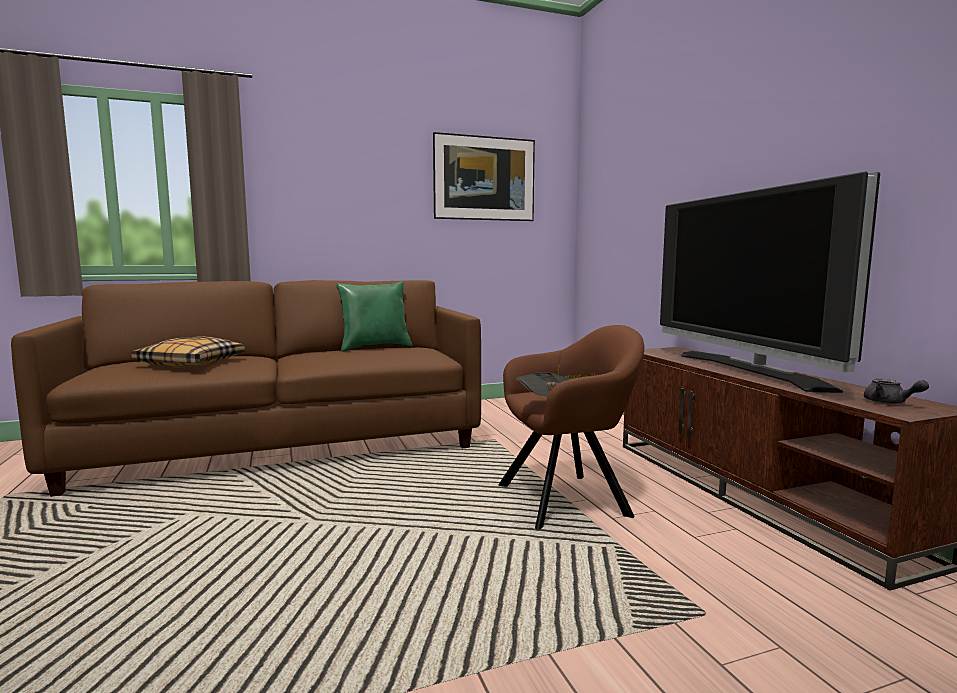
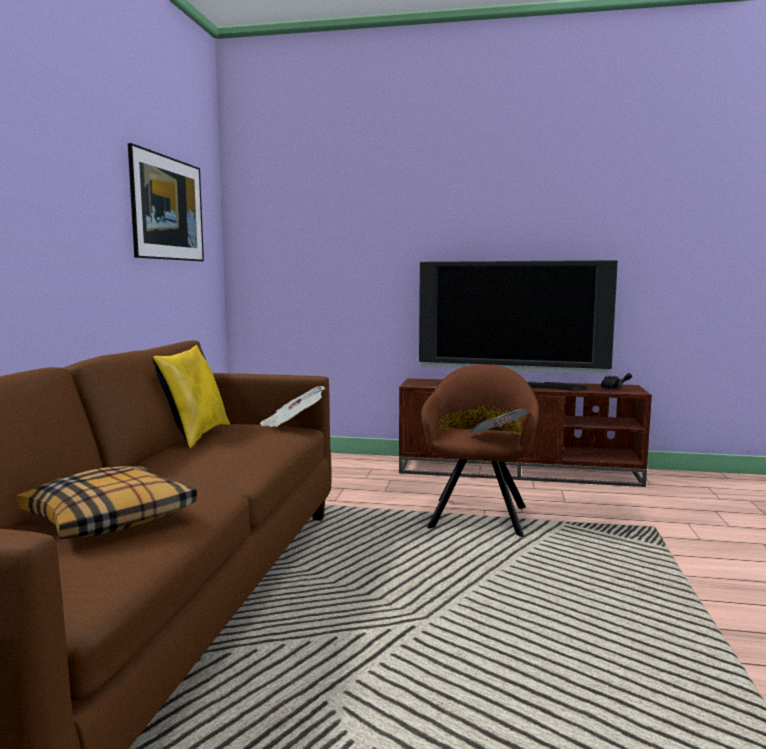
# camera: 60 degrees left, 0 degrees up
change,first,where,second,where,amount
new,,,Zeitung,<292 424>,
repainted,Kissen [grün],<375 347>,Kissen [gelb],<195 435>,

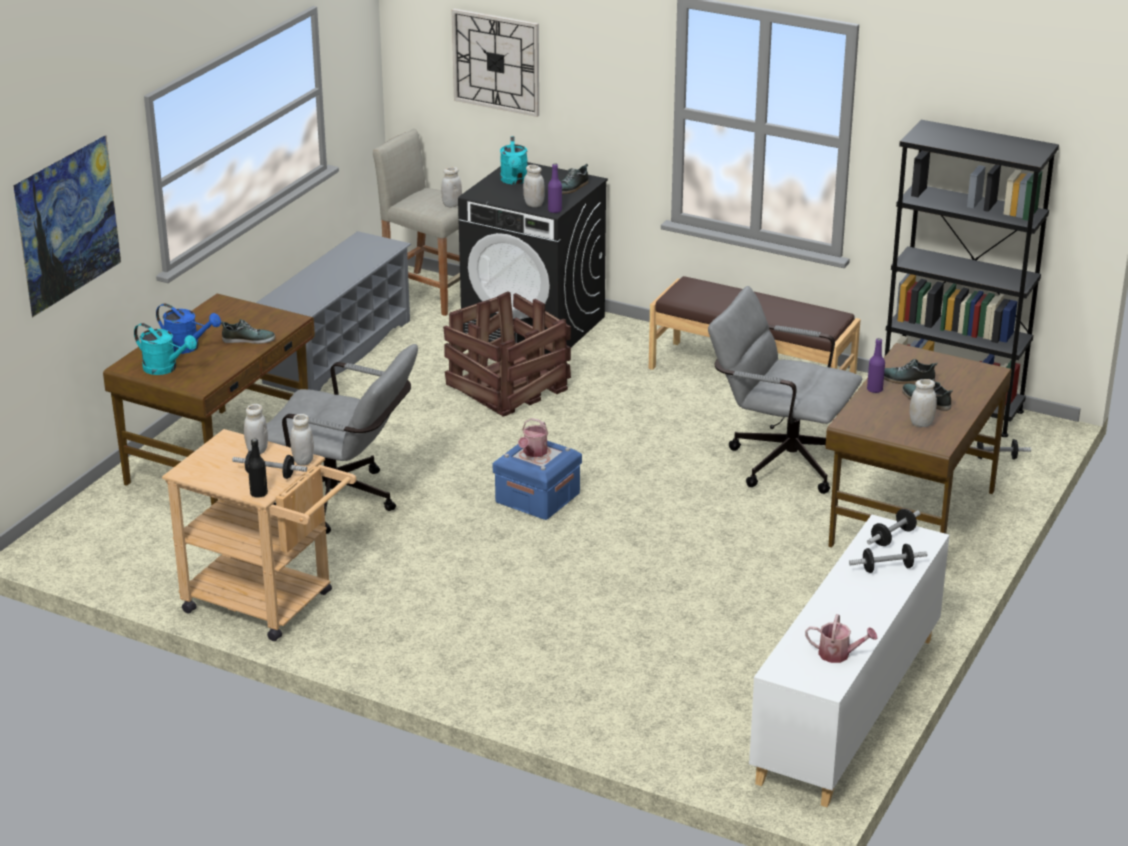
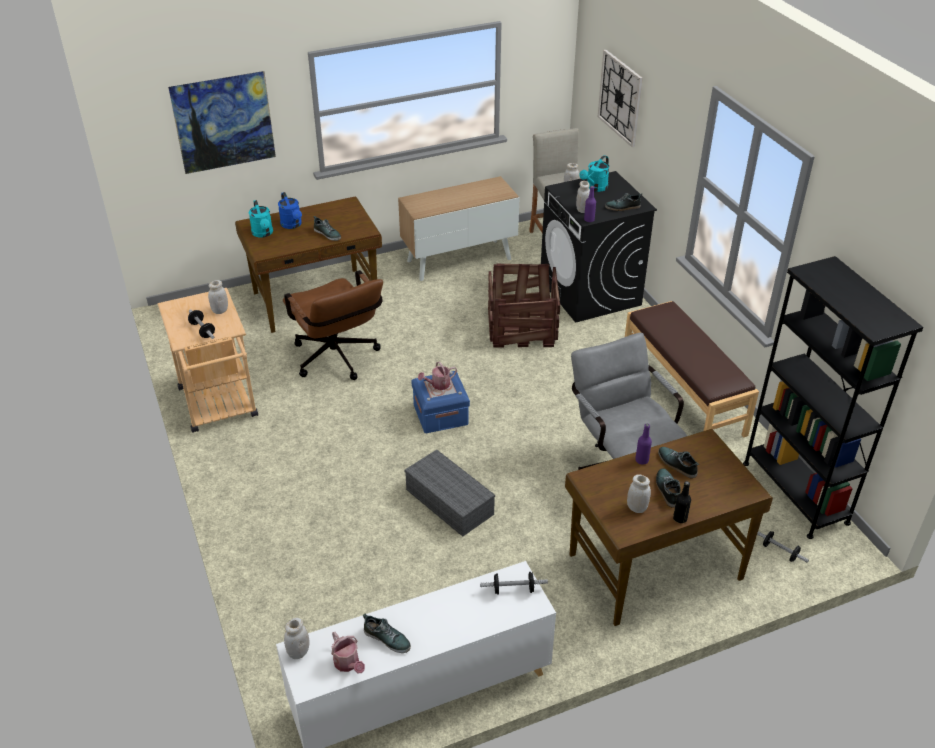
# camera: 40 degrees right, 10 degrees up
change,first,where,second,where,amount
gone,Hantel,<887 568>,,,
new,,,Schuh,<387 638>,
new,,,Aufbewahrungsbox [grau],<451 502>,
shifted,Flasche [schwarz],<259 493>,,<680 518>,
shifted,Vorratsglas [weiß],<303 461>,,<298 652>,
swapped,Schuhregal [grau],<337 352>,Schrank,<459 259>,
repainted,Bürostuhl [grau],<344 502>,Bürostuhl [braun],<338 361>,

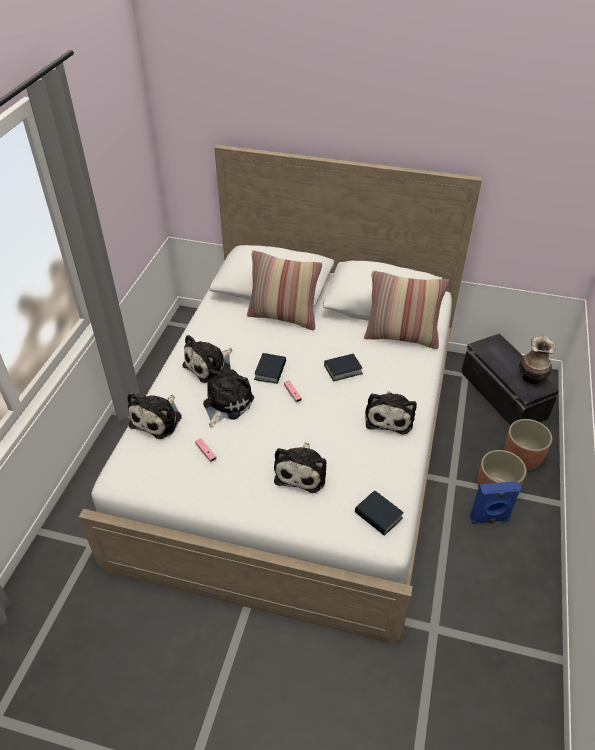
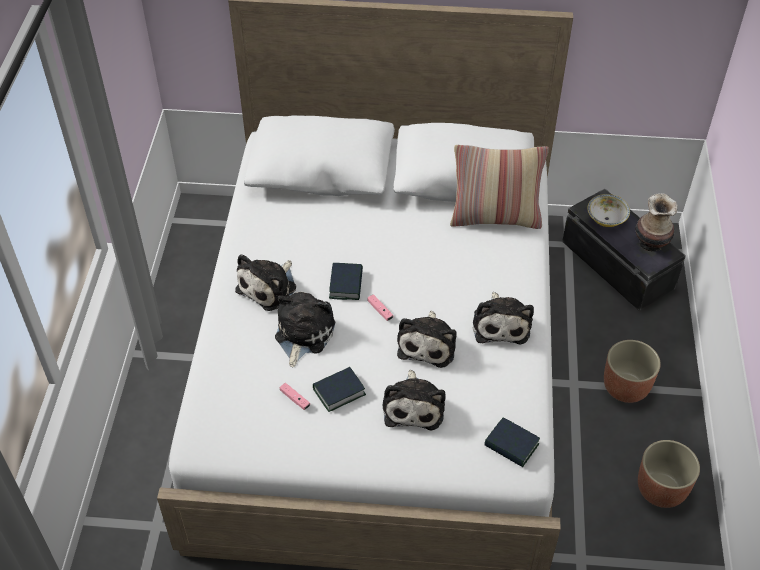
# camera: 10 degrees left, 5 degrees up
change,first,where,second,where,amount
gone,Kissen,<283 317>,,,
gone,Lautsprecher [blau],<489 519>,,,
new,,,Schüssel,<606 219>,
shifted,Plüschtier,<158 419>,,<428 343>,
shifted,Buch,<343 370>,,<339 392>,
shifted,Pflanzkübel,<522 457>,,<661 489>,

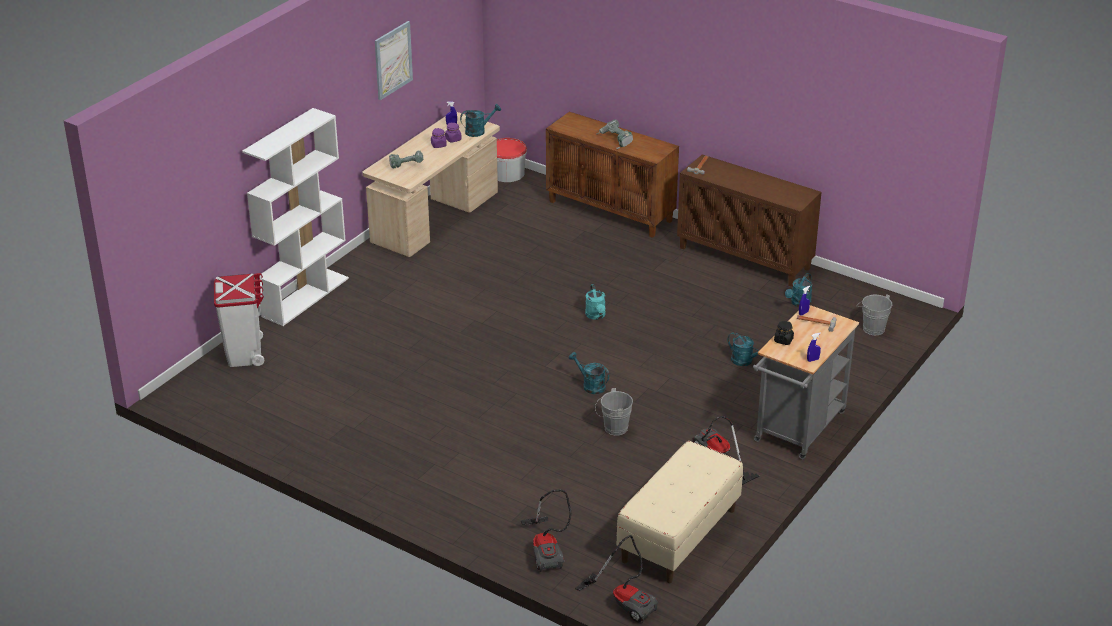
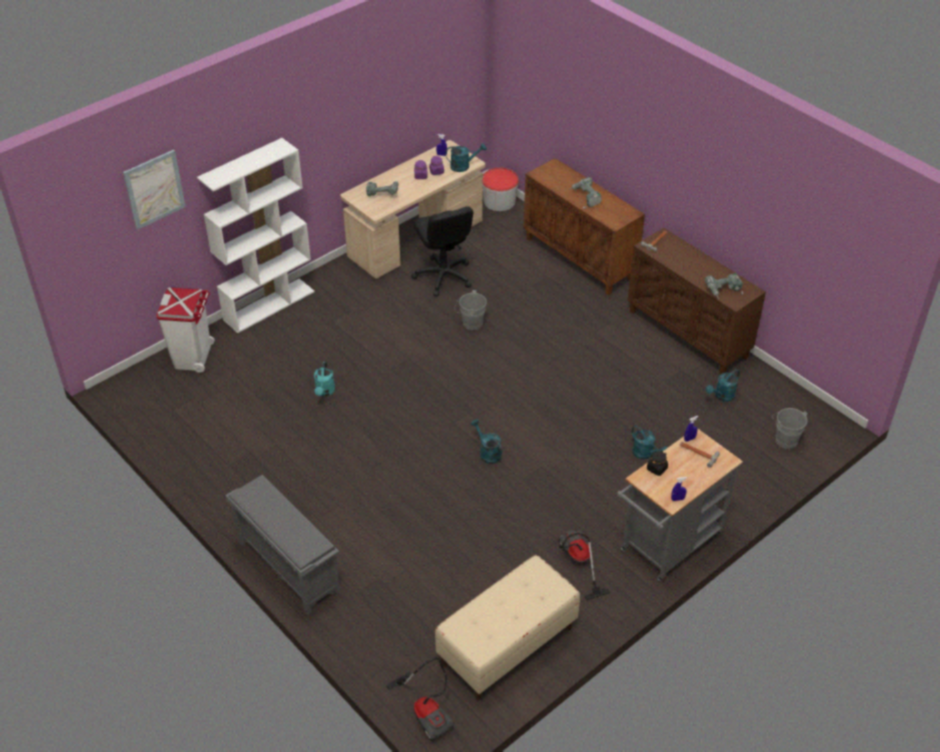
# camera: 15 degrees right, 10 degrees up
change,first,where,second,where,amount
gone,Staubsauger,<547 550>,,,
new,,,Schuhregal [grau],<287 566>,
new,,,Bürostuhl [schwarz],<443 276>,
new,,,Bohrmaschine,<723 292>,
shifted,Bild,<393 60>,,<154 189>,
shifted,Gießkanne [türkis],<596 316>,,<324 392>,
shifted,Eimer [grau],<613 428>,,<470 323>,

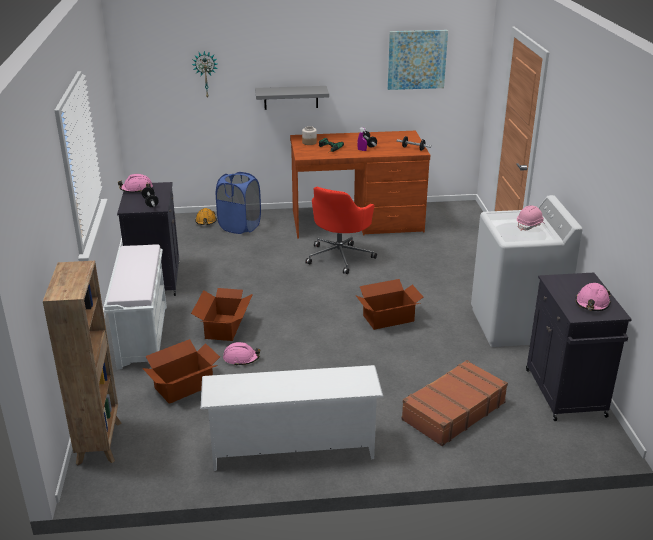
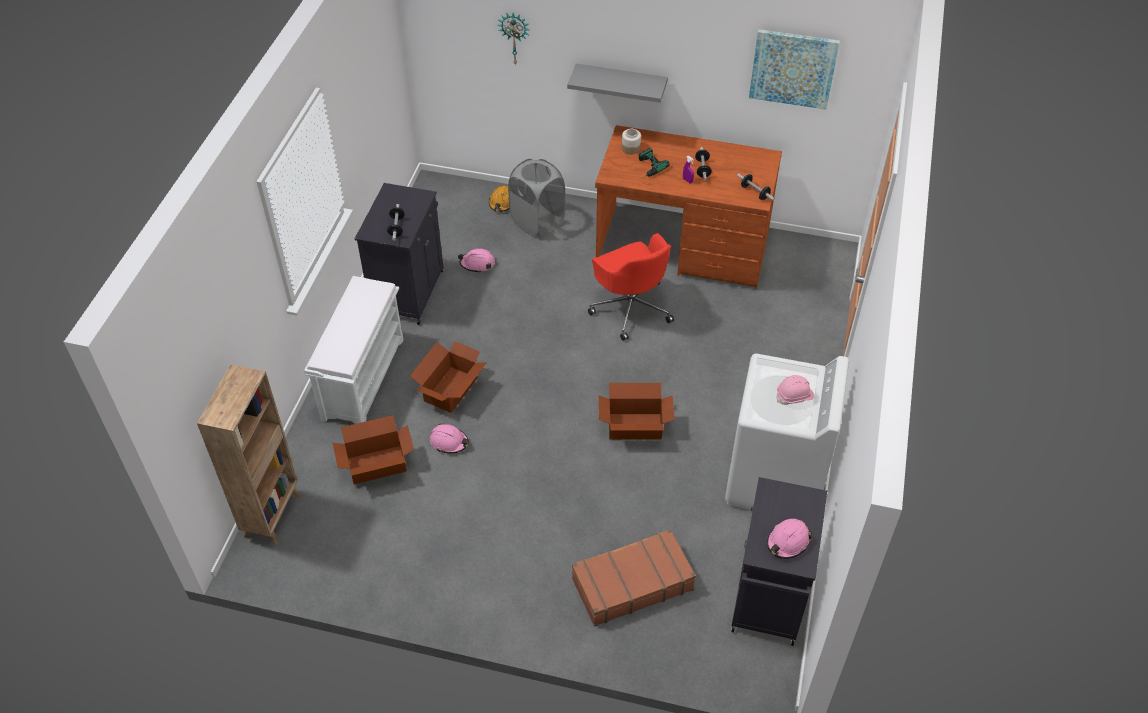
# camera: 20 degrees right, 20 degrees up
change,first,where,second,where,amount
gone,Schuhregal [weiß],<292 449>,,,
shifted,Schutzhelm [rosa],<136 189>,,<477 264>,
repainted,Wäschekorb [blau],<240 226>,Wäschekorb [grau],<537 222>,
rotated,Bürostuhl [rot],<340 256>,,<631 307>,75 degrees counterclockwise

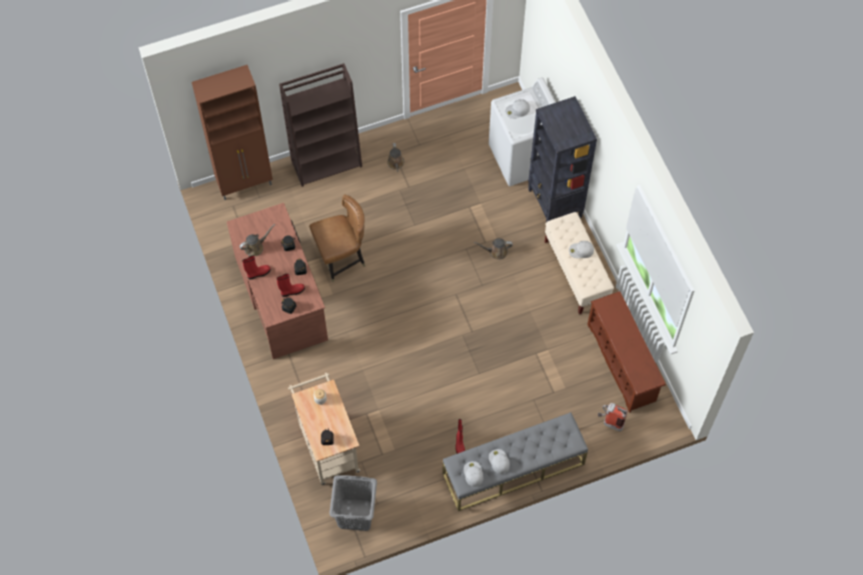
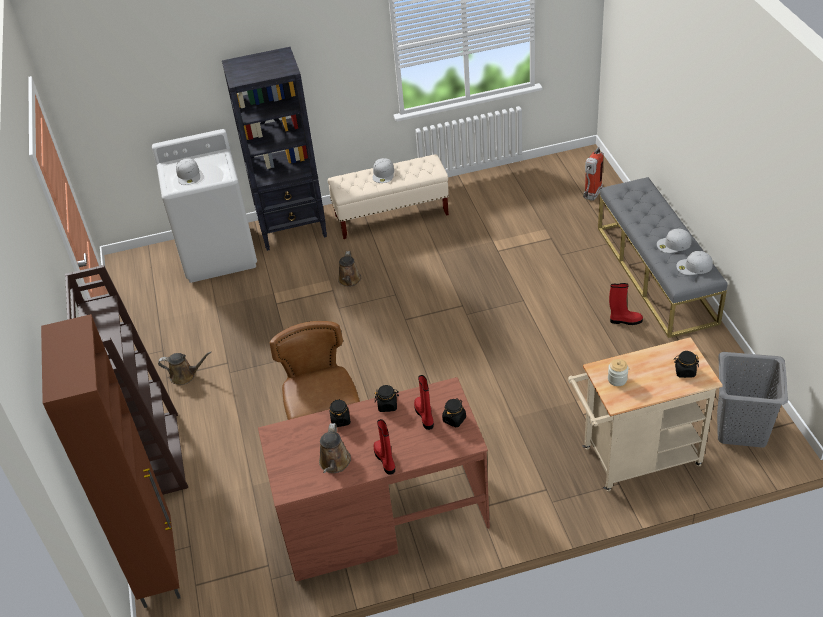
# camera: 80 degrees left, 20 degrees down
change,first,where,second,where,amount
gone,Schuhregal [braun],<622 363>,,,
rotated,Gießkanne [braun],<255 247>,,<334 463>,150 degrees counterclockwise

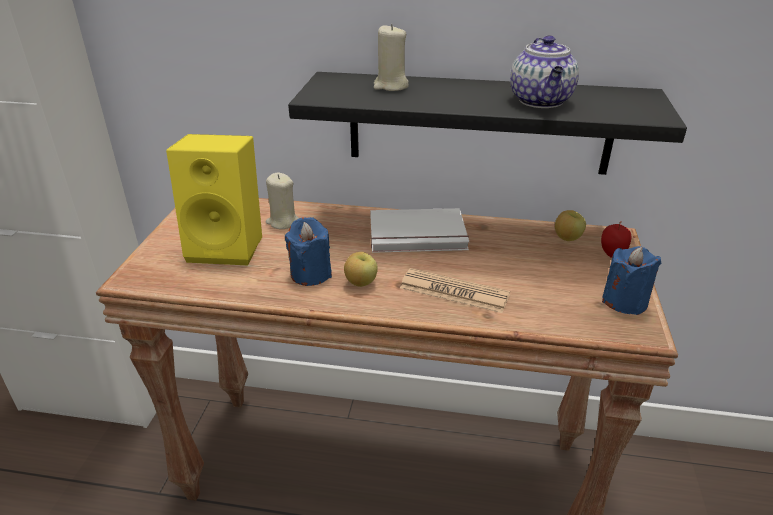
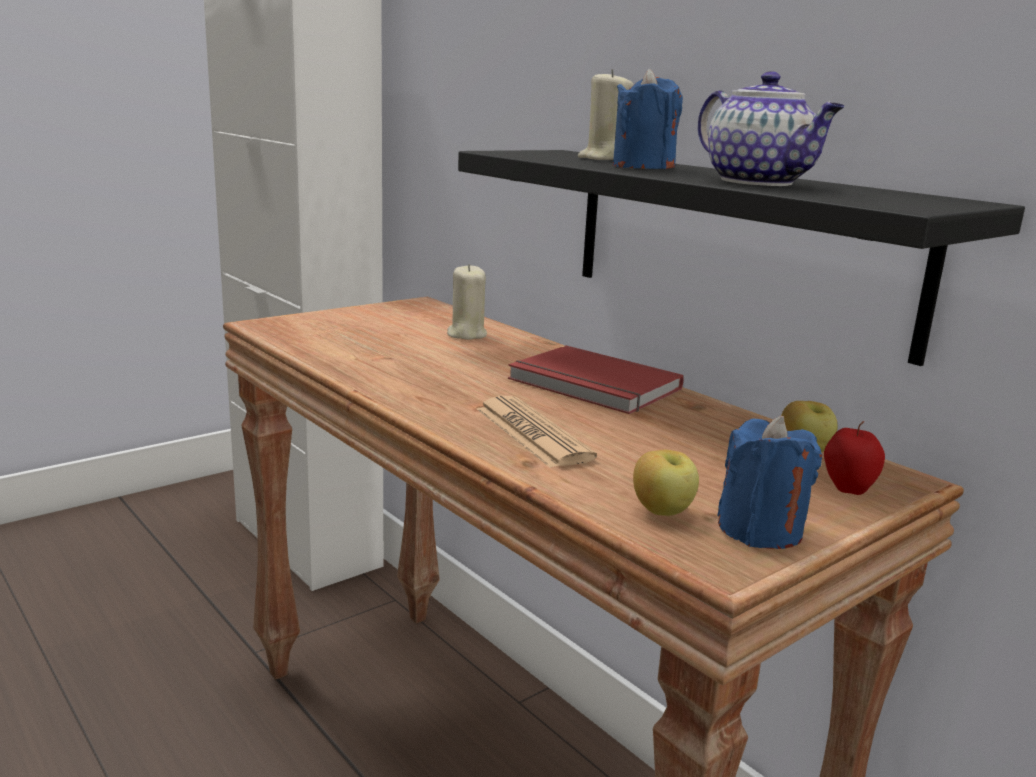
# camera: 40 degrees right, 15 degrees down
change,first,where,second,where,amount
gone,Lautsprecher [gelb],<229 246>,,,
shifted,Kerze [blau],<311 274>,,<643 167>,
shifted,Apfel,<361 283>,,<663 512>,
repainted,Buch [weiß],<418 235>,Buch [rot],<592 386>,
rotated,Teekanne,<541 101>,,<760 182>,75 degrees counterclockwise

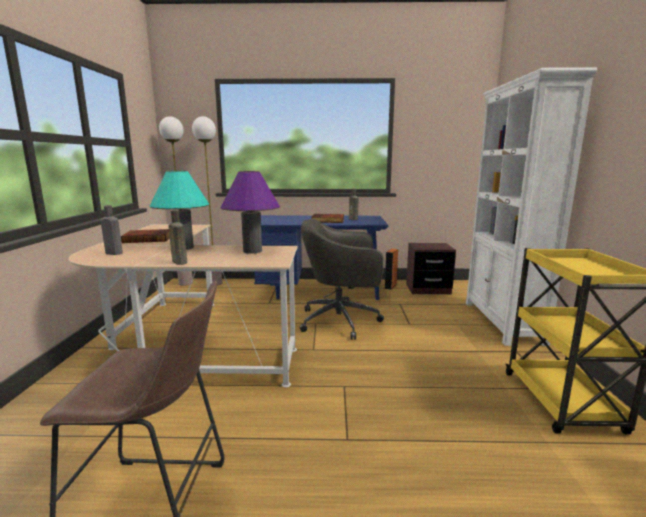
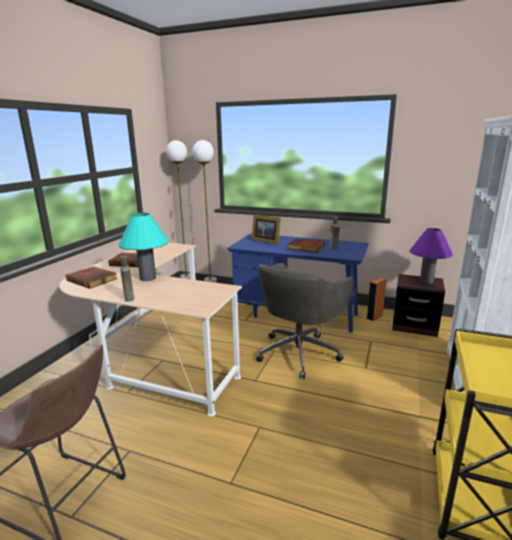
# camera: 20 degrees right, 5 degrees up
change,first,where,second,where,amount
new,,,Bilderrahmen,<265 241>,
shifted,Tischlampe [lila],<252 251>,,<426 281>,
swapped,Flasche [grau],<113 253>,Buch,<93 279>,
rotated,Bürostuhl [grau],<342 321>,,<299 352>,75 degrees counterclockwise

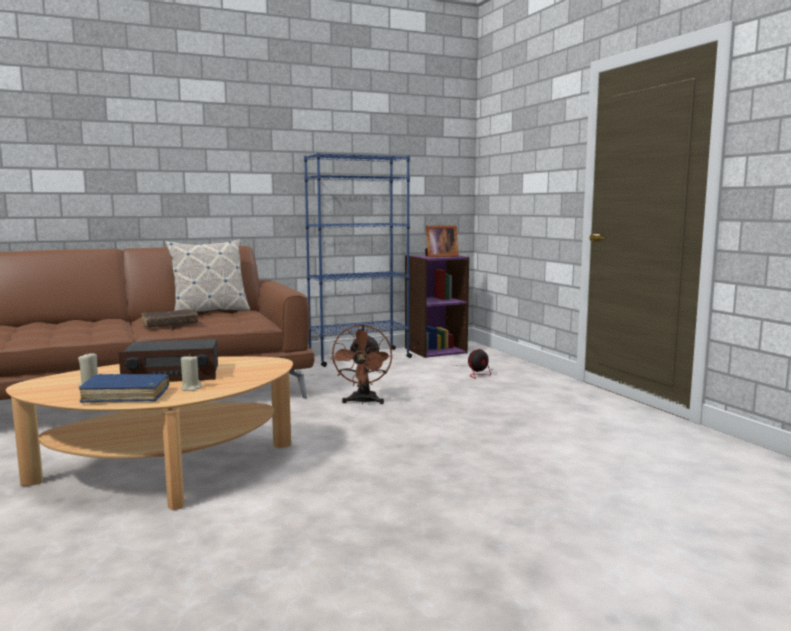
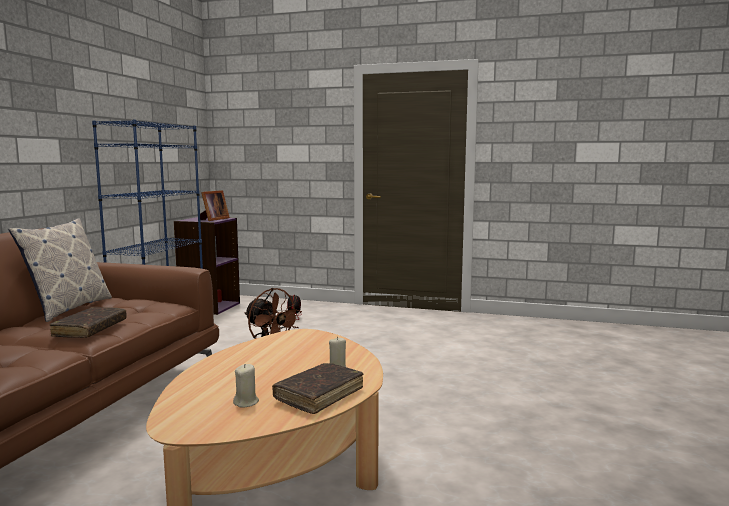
# camera: 50 degrees left, 0 degrees up
change,first,where,second,where,amount
gone,Radio,<172 374>,,,
repainted,Buch [blau],<126 396>,Buch [braun],<319 395>,

